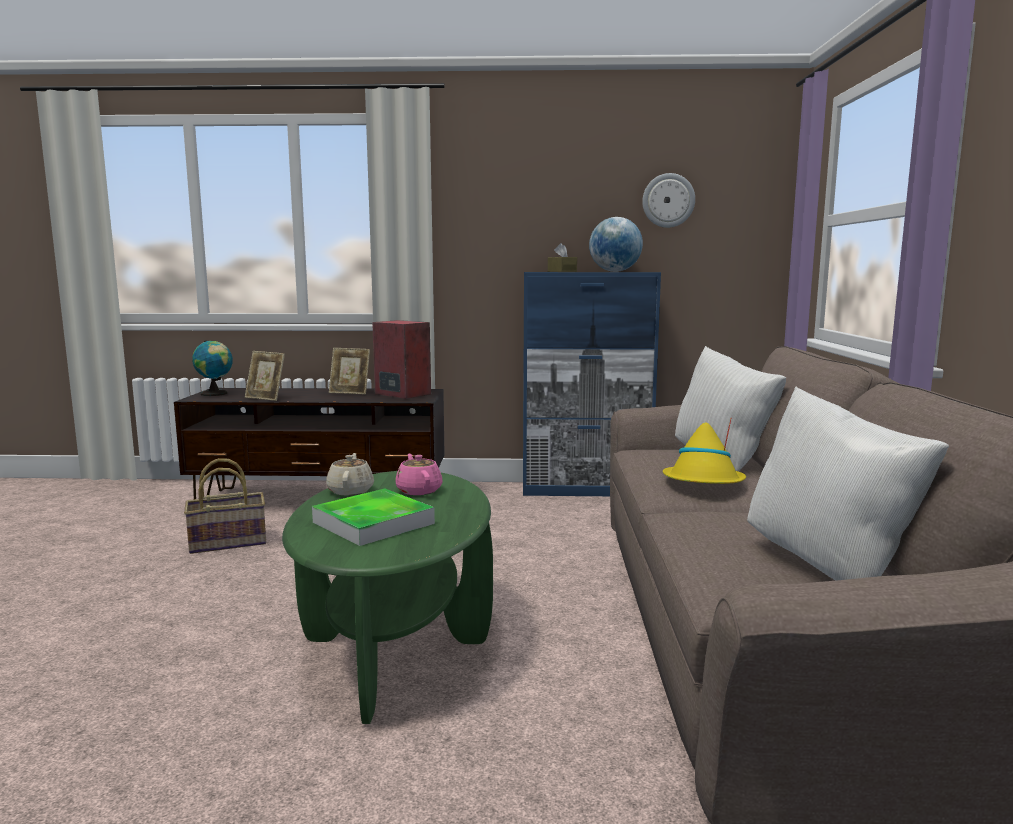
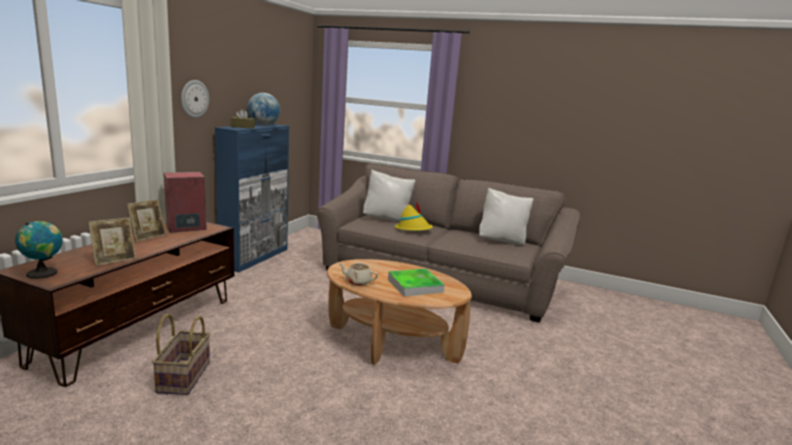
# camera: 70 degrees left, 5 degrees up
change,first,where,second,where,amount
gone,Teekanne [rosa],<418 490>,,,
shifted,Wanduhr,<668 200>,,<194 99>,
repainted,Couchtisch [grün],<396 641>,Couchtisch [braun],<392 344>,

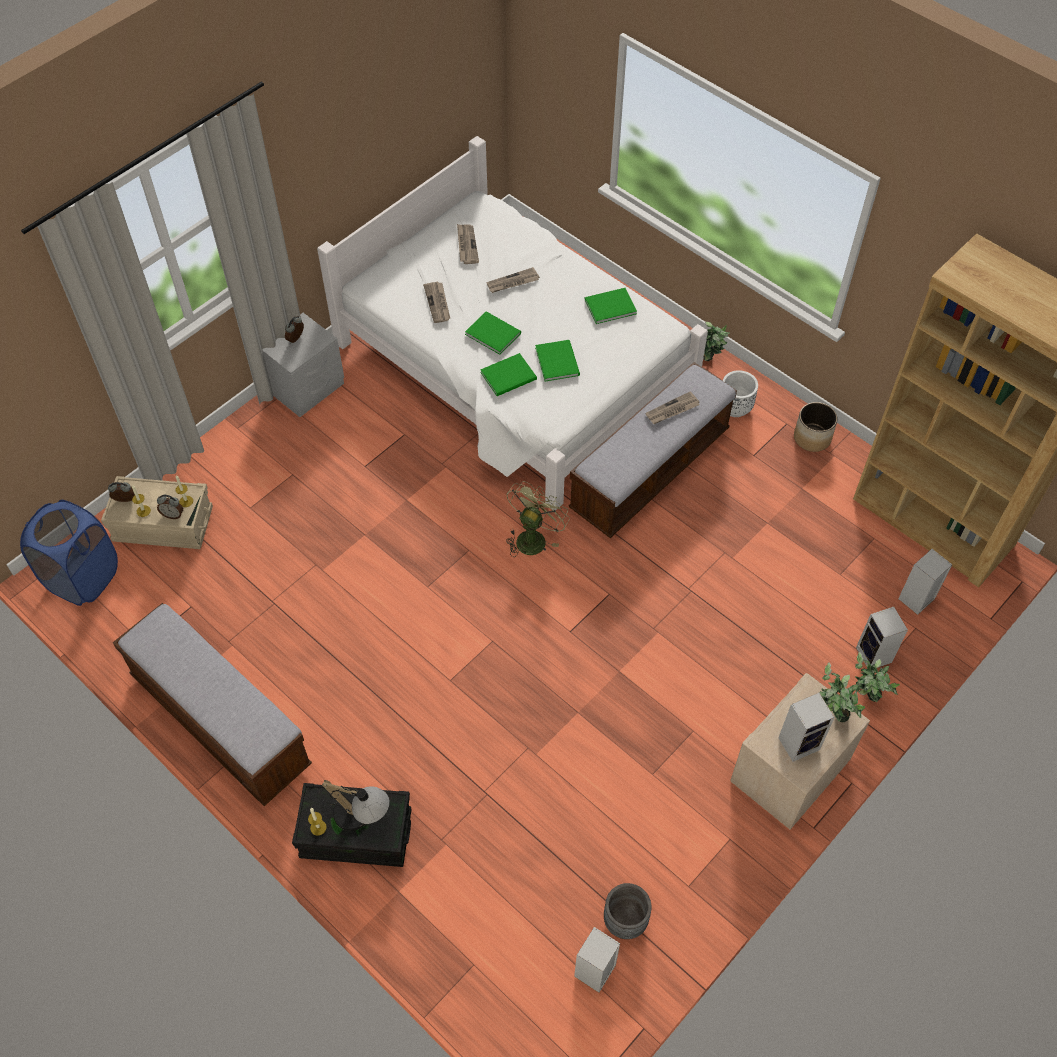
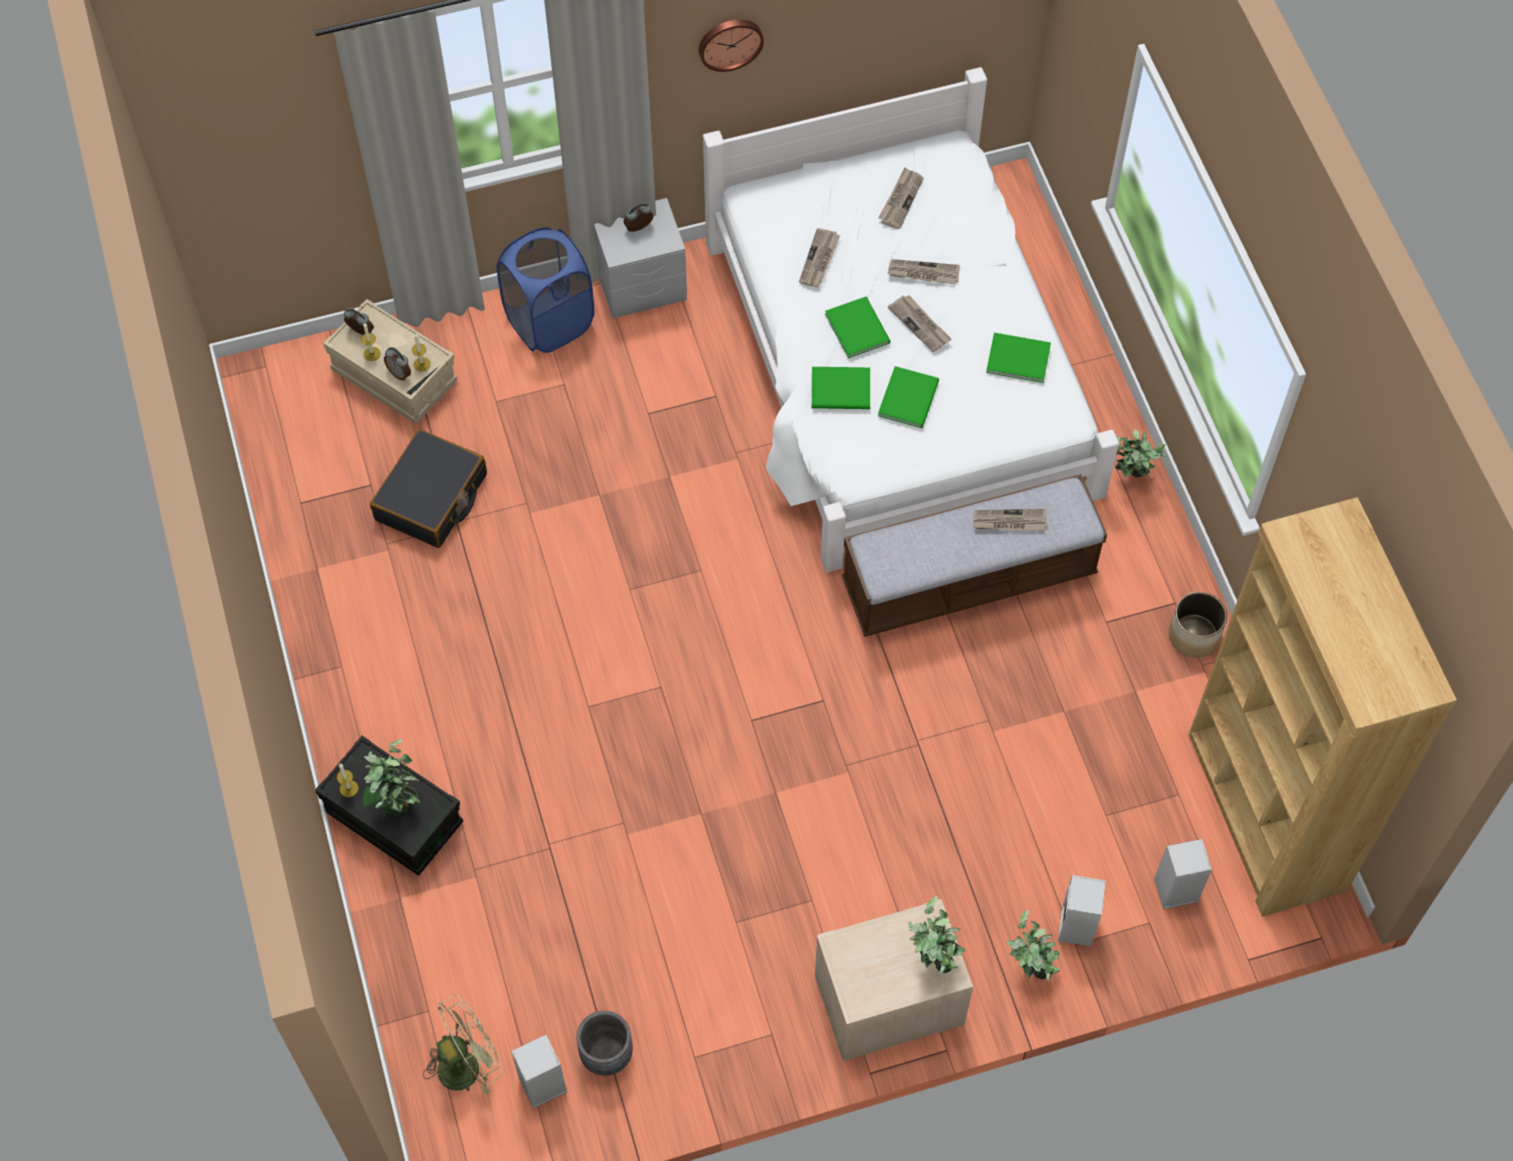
# camera: 30 degrees right, 5 degrees up
change,first,where,second,where,amount
gone,Bank,<220 720>,,,
gone,Pflanzkübel [weiß],<735 407>,,,
gone,Lautsprecher,<799 742>,,,
new,,,Koffer [schwarz],<432 498>,
new,,,Wanduhr,<730 42>,
new,,,Zeitung,<920 324>,
shifted,Wäschekorb [blau],<83 578>,,<550 322>,
shifted,Ventilator [grün],<533 537>,,<466 1063>,
swapped,Tischlampe,<361 817>,Topfpflanze,<397 801>,

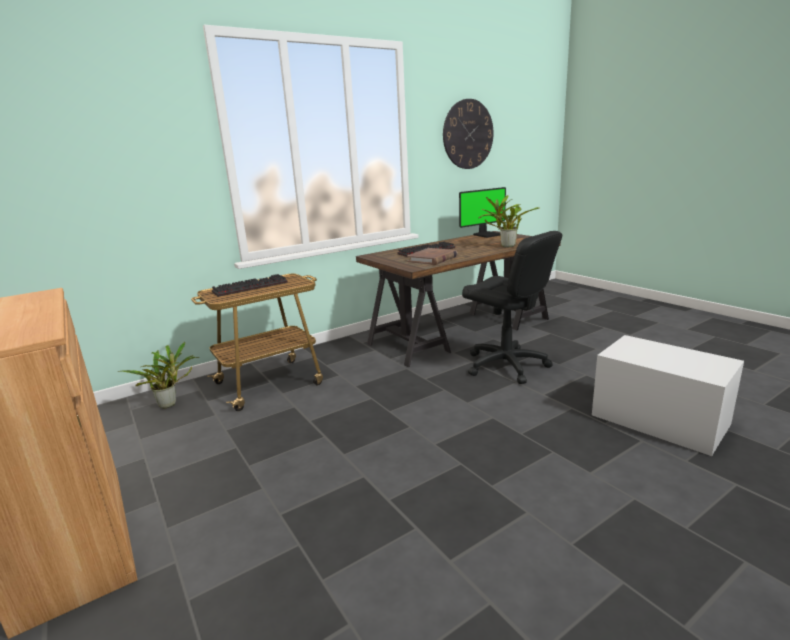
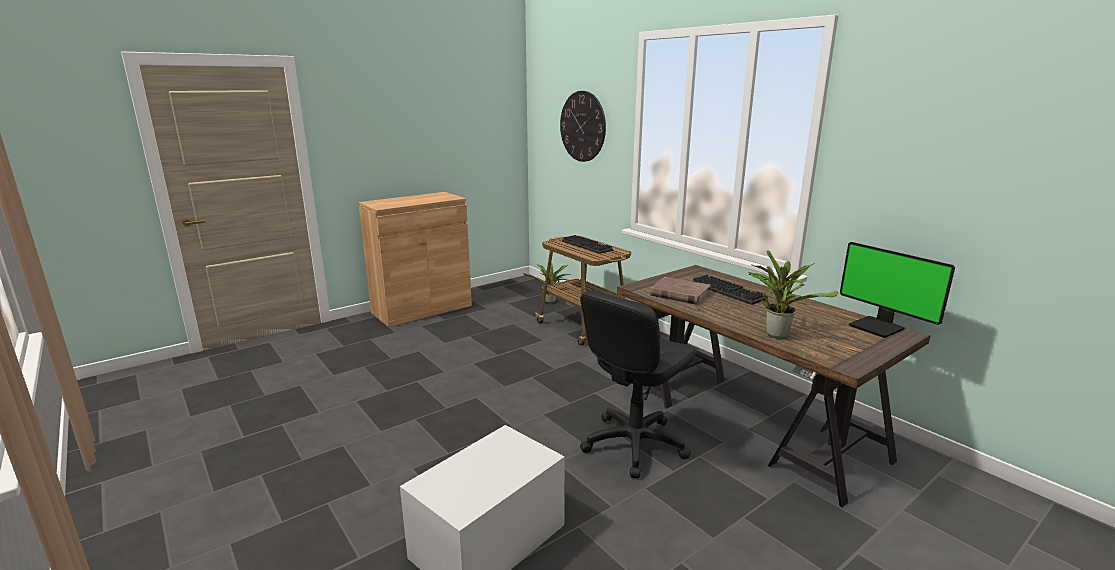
# camera: 85 degrees right, 0 degrees up
change,first,where,second,where,amount
shifted,Wanduhr,<468 134>,,<582 126>,

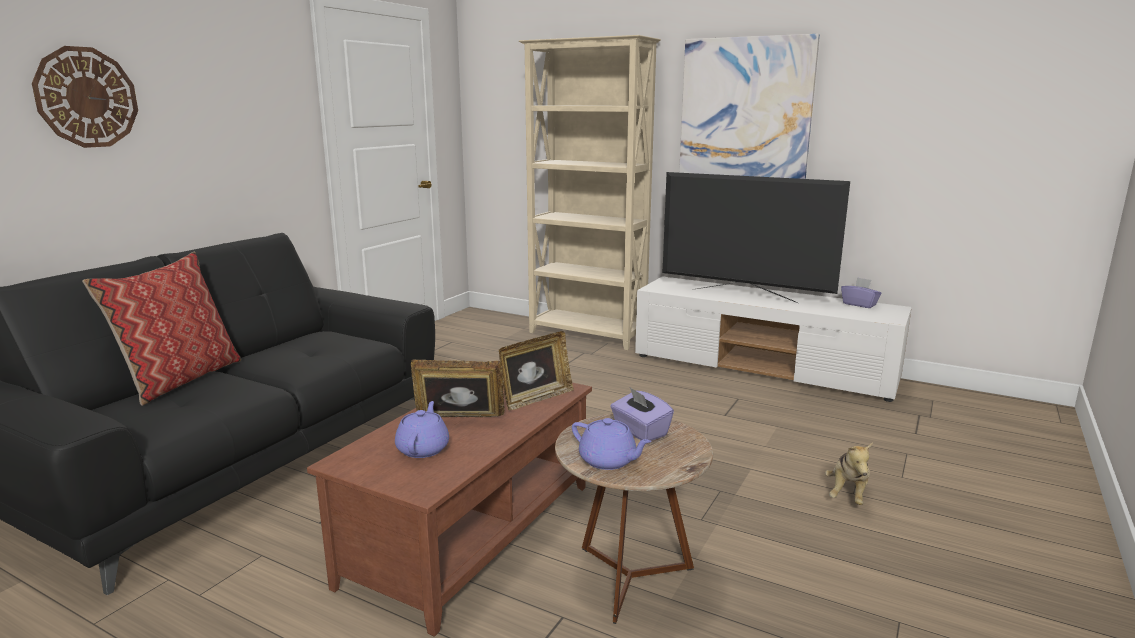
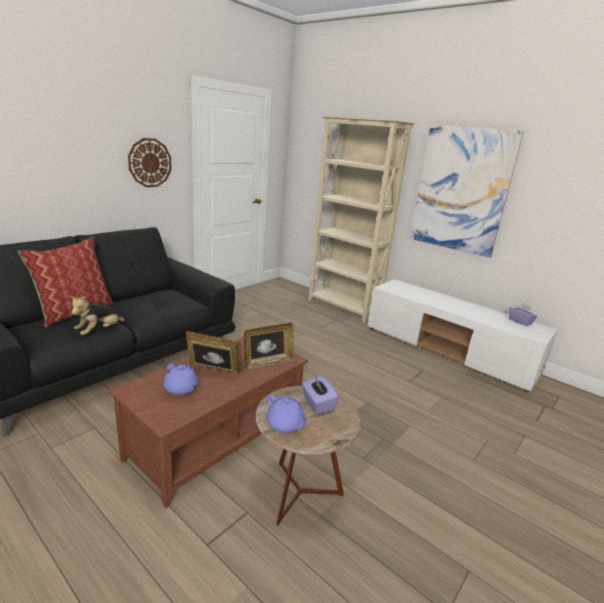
# camera: 10 degrees right, 5 degrees up
change,first,where,second,where,amount
gone,Fernseher,<744 295>,,,
shifted,Wanduhr,<86 97>,,<150 163>,
shifted,Plüschtier,<847 494>,,<99 331>,
rotated,Teekanne [lila],<423 448>,,<181 389>,120 degrees clockwise

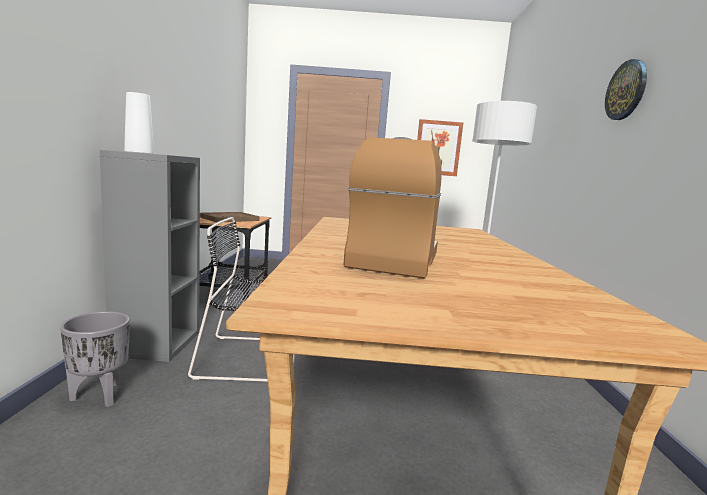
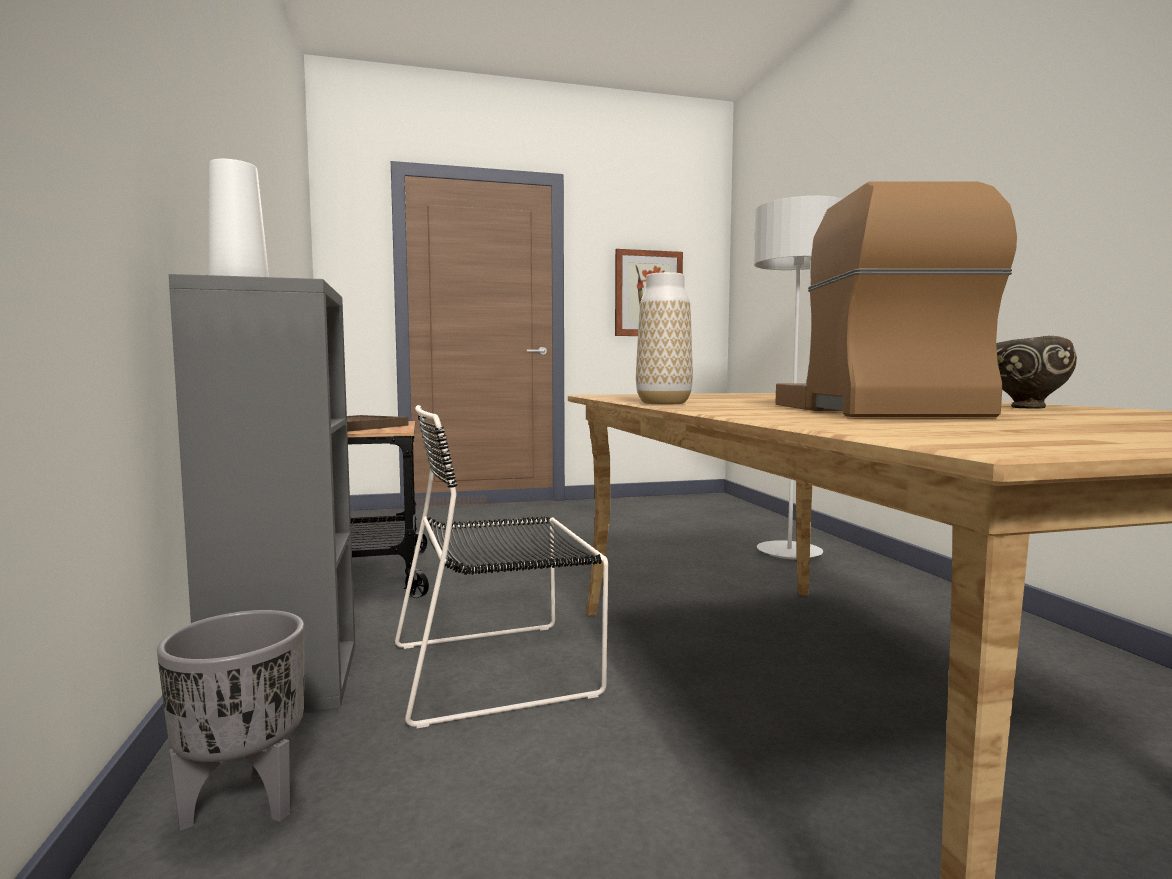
# camera: 15 degrees left, 5 degrees down
change,first,where,second,where,amount
gone,Wanduhr,<626 90>,,,
new,,,Vase,<663 403>,
new,,,Schüssel [braun],<1025 407>,

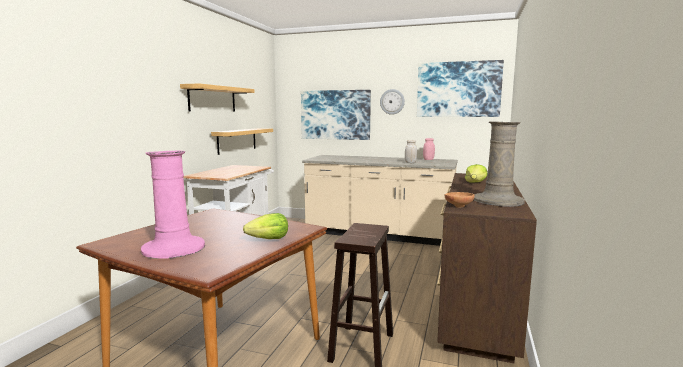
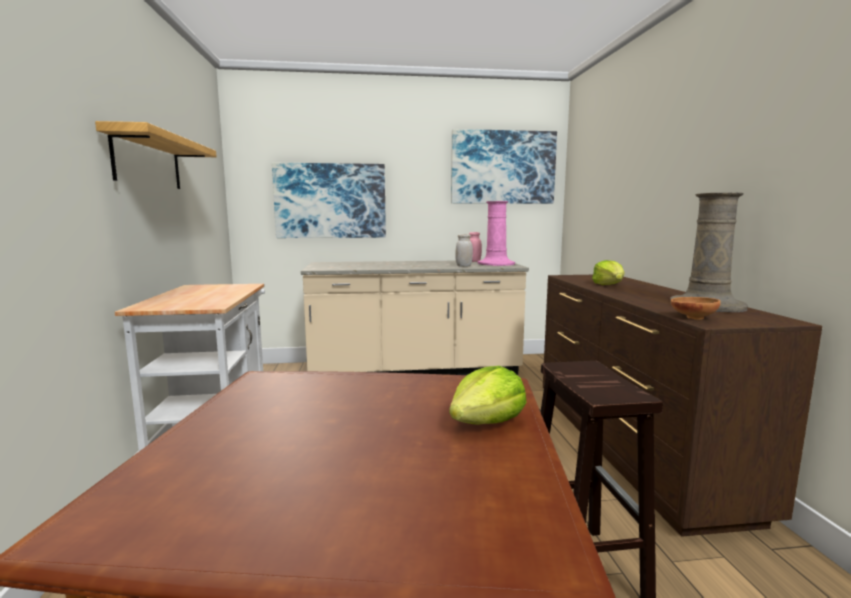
# camera: 25 degrees left, 0 degrees up
change,first,where,second,where,amount
gone,Wandregal,<237 140>,,,
gone,Wanduhr,<392 101>,,,
shifted,Vase [rosa],<174 248>,,<496 264>,

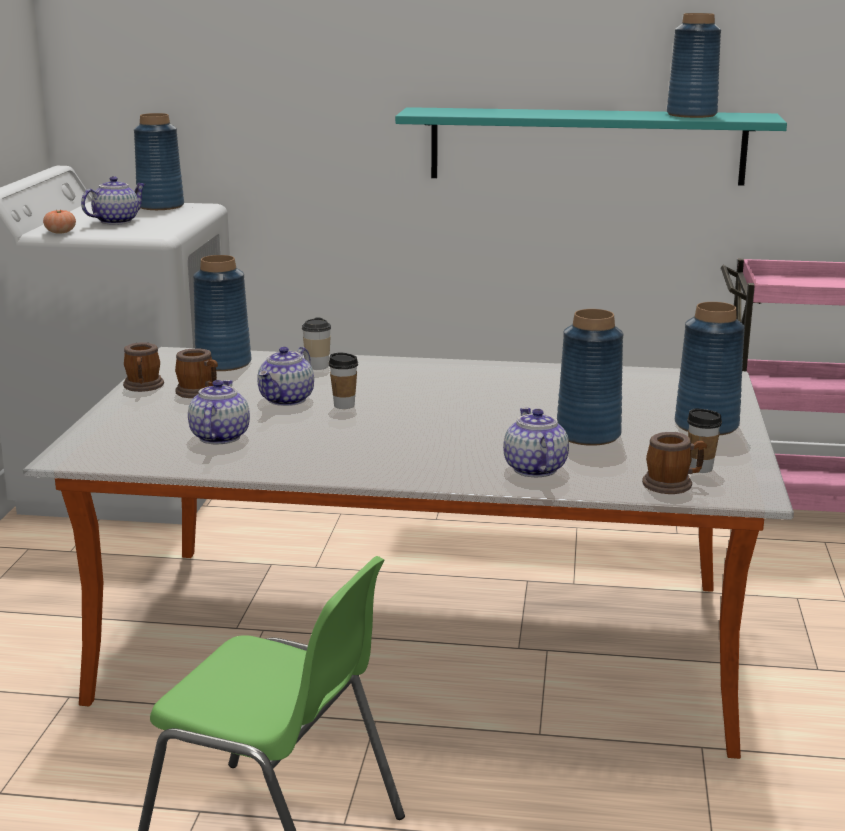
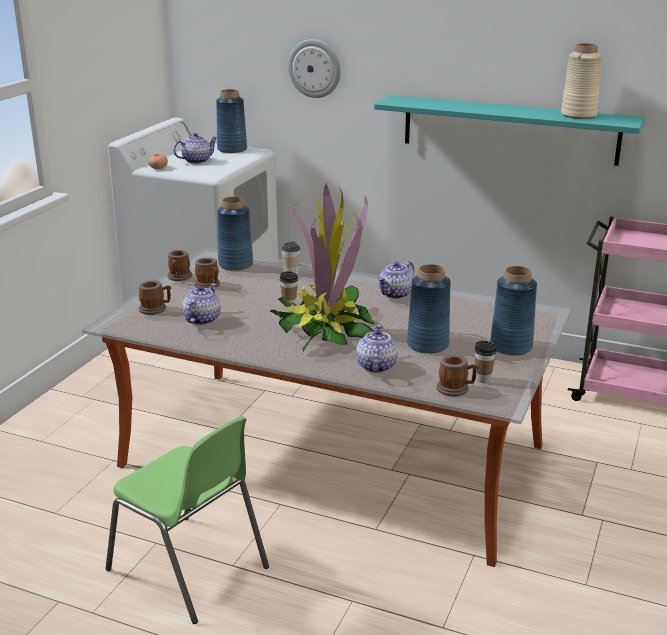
# camera: 15 degrees right, 5 degrees up
change,first,where,second,where,amount
new,,,Henkelbecher,<155 309>,
new,,,Topfpflanze,<325 329>,
new,,,Wanduhr,<315 68>,
shifted,Teekanne,<287 400>,,<396 294>,
repainted,Vase [blau],<692 114>,Vase [beige],<579 115>,

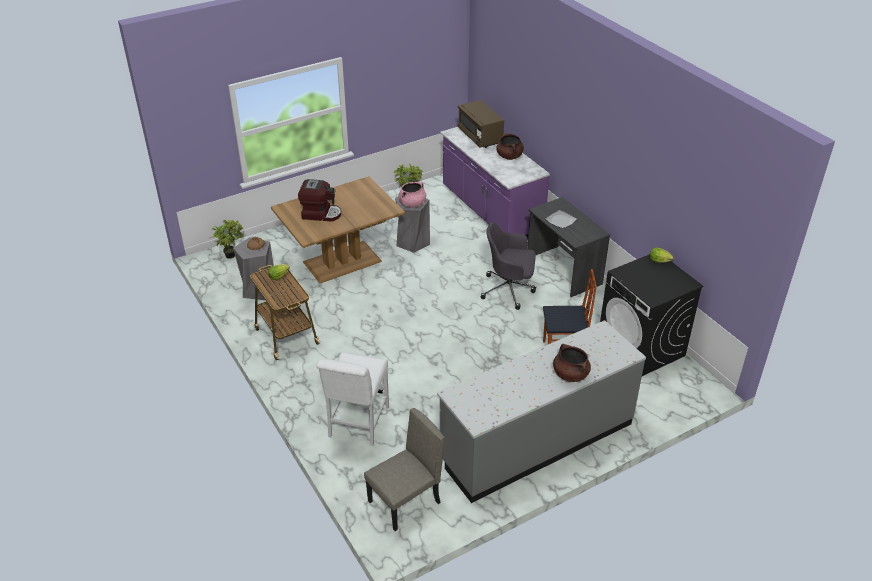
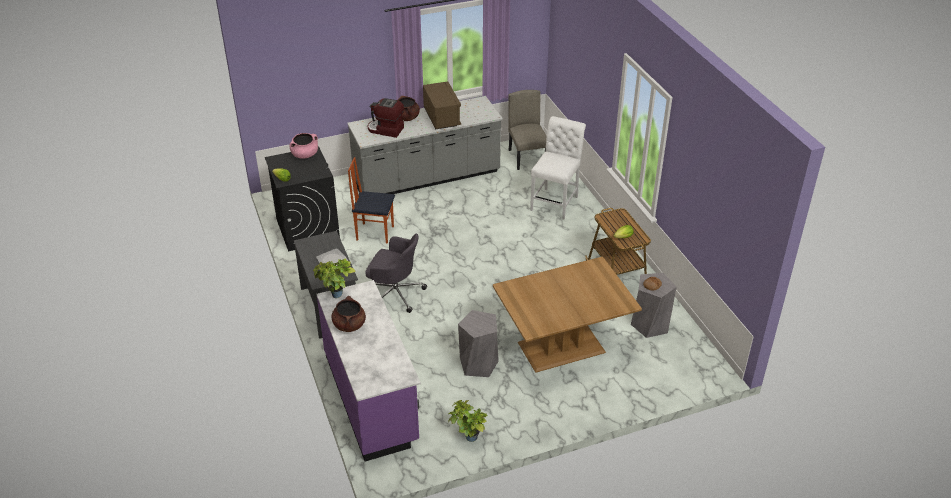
# camera: 170 degrees left, 0 degrees up
change,first,where,second,where,amount
shifted,Topfpflanze,<231 254>,,<335 297>,
shifted,Kaffeemaschine,<321 214>,,<385 130>,
shifted,Kochtopf [rosa],<412 204>,,<305 155>,
shifted,Mikrowelle [braun],<480 136>,,<441 117>,
rotated,Stuhl [beige],<404 502>,,<527 158>,105 degrees clockwise

